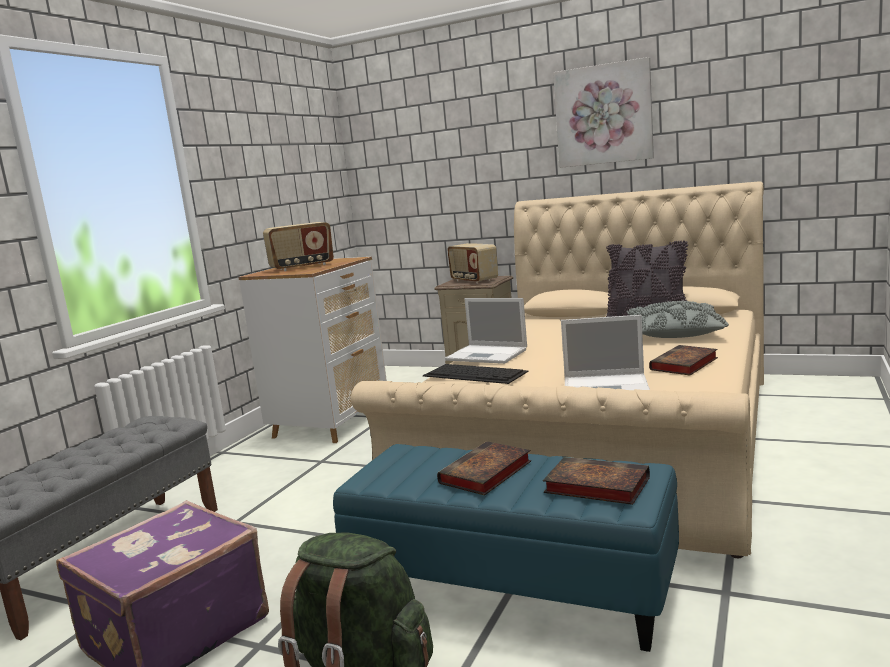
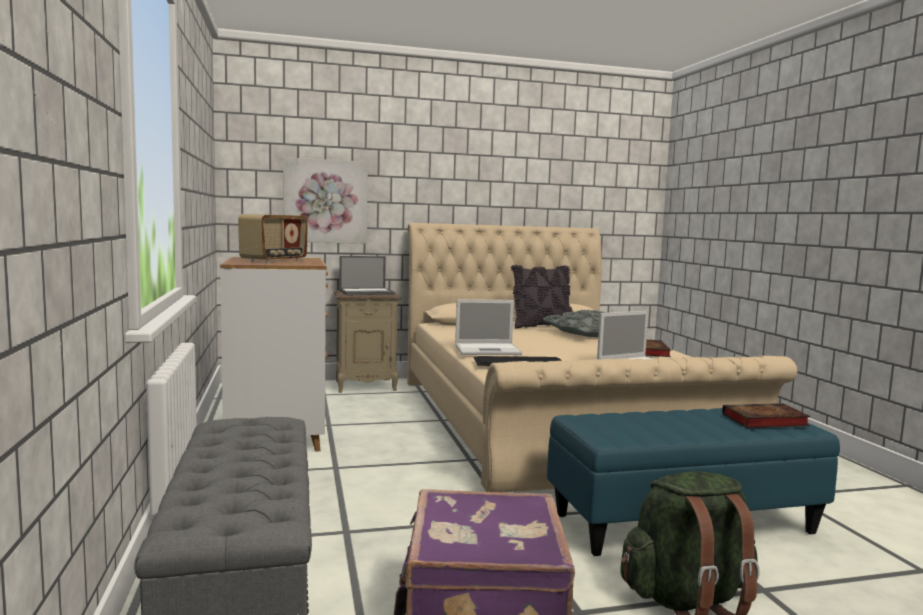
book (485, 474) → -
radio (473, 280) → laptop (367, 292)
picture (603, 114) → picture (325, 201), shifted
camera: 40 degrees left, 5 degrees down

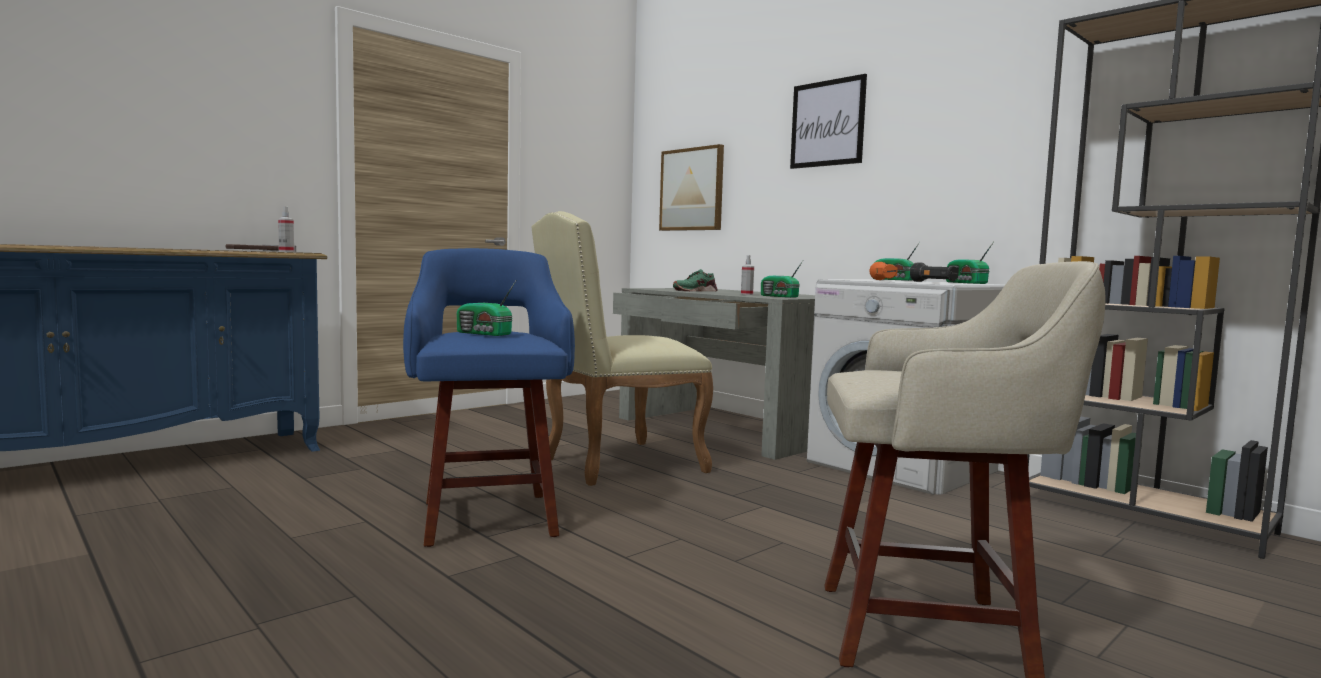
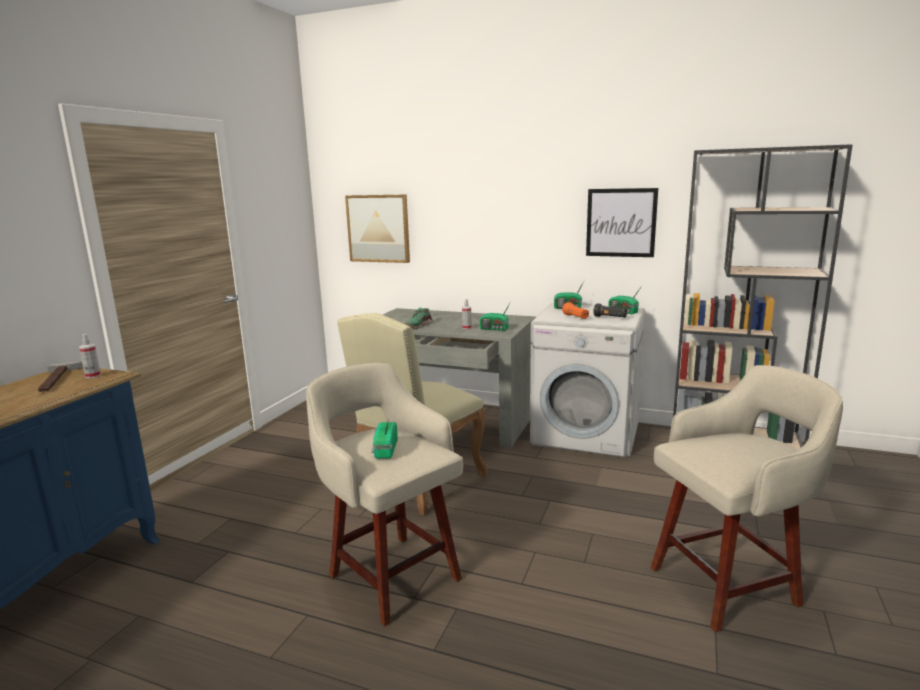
stool (blue) (489, 516) → stool (beige) (391, 574)
radio (484, 334) → radio (385, 450), 90 degrees clockwise
picture (827, 123) → picture (621, 222), shifted
camera: 25 degrees left, 10 degrees up

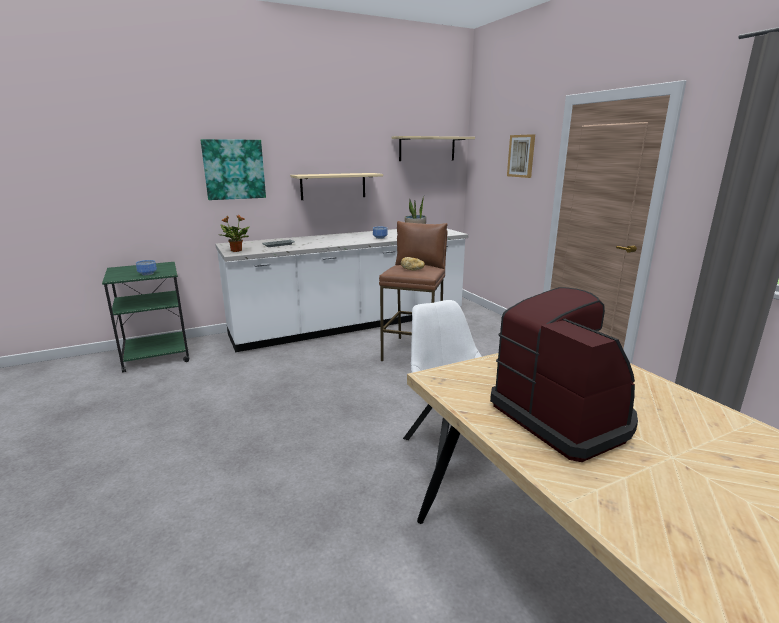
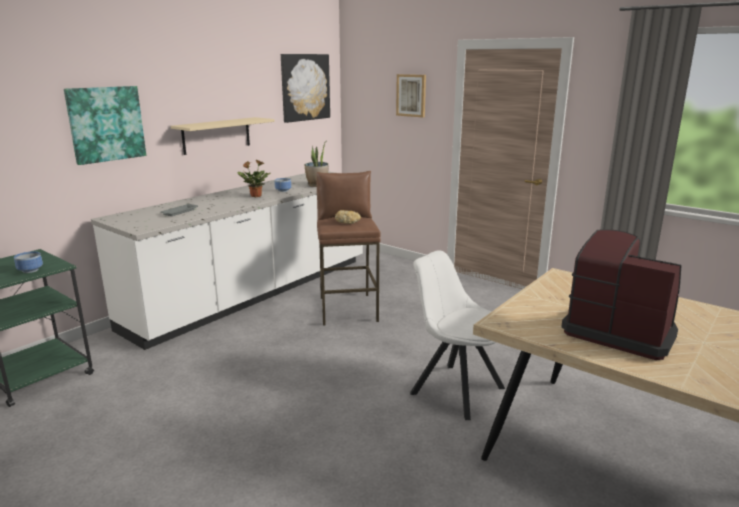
potted plant (236, 251) → potted plant (255, 196), shifted
shelf (beige) (427, 148) → picture (305, 87)
camera: 25 degrees left, 0 degrees up

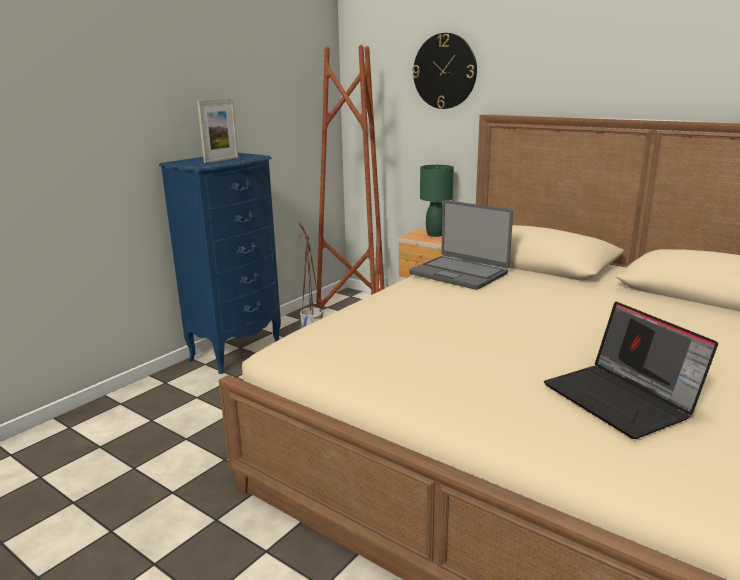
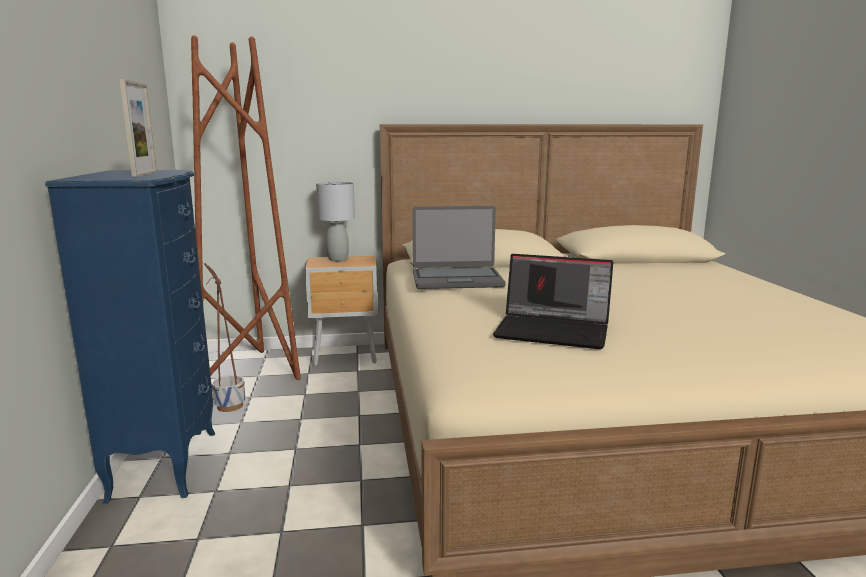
wall clock (444, 71) → -
table lamp (green) (435, 234) → table lamp (grey) (338, 259)
laptop (622, 400) → laptop (554, 330), shifted
camera: 45 degrees left, 5 degrees down

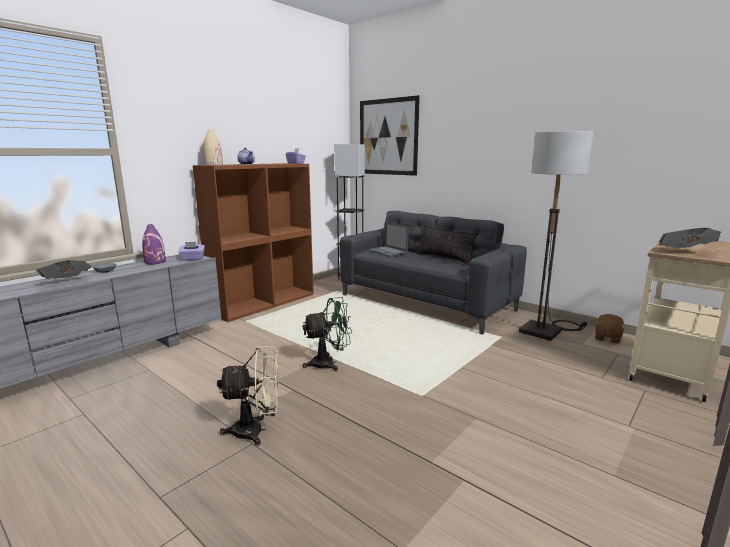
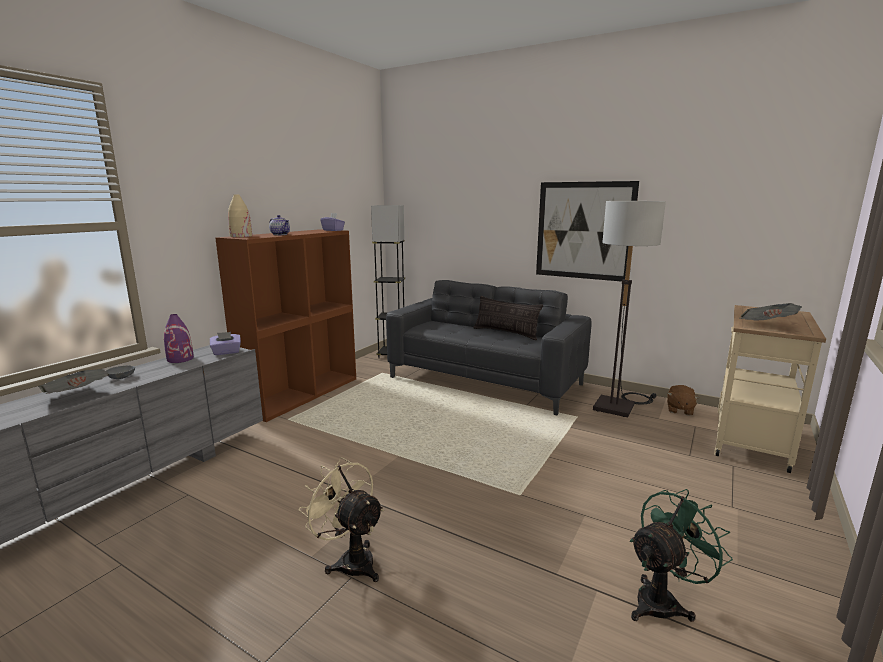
fan (beige) (256, 431) → fan (beige) (350, 560), 120 degrees counterclockwise
fan (green) (329, 363) → fan (green) (663, 601), shifted
picture (388, 137) → picture (584, 231), shifted
laptop (387, 251) → -
camera: 10 degrees left, 0 degrees up

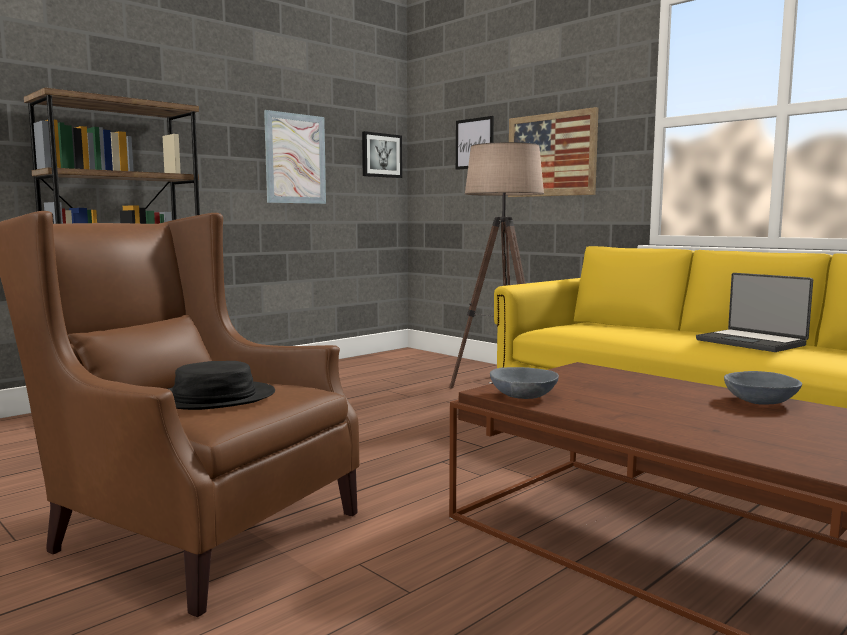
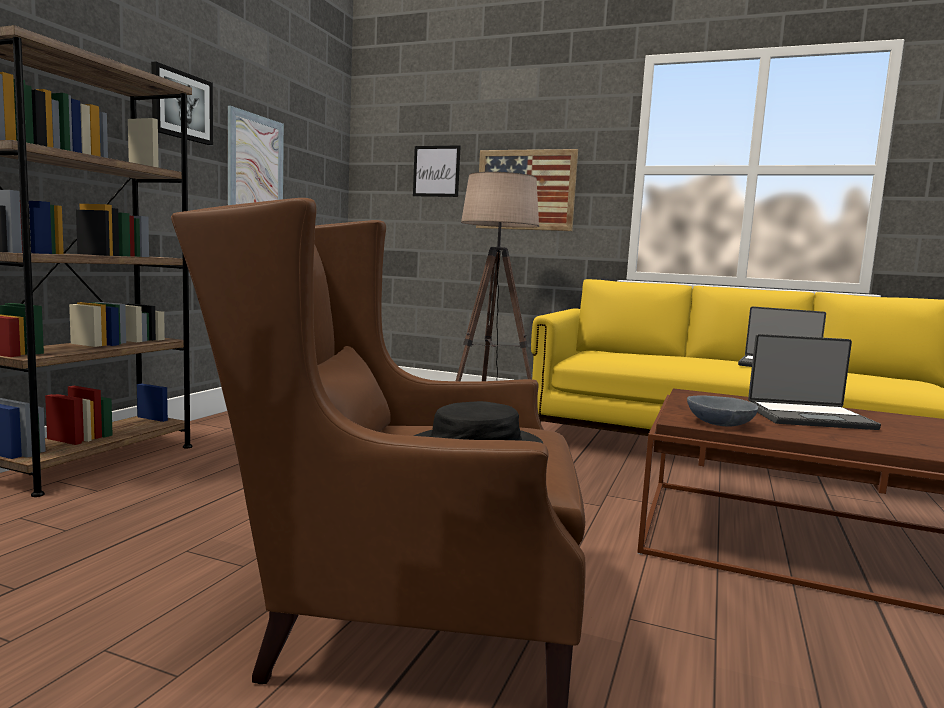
picture (381, 155) → picture (181, 105), shifted
bowl (grey) (761, 402) → -
- → laptop (808, 417)
camera: 25 degrees left, 0 degrees up

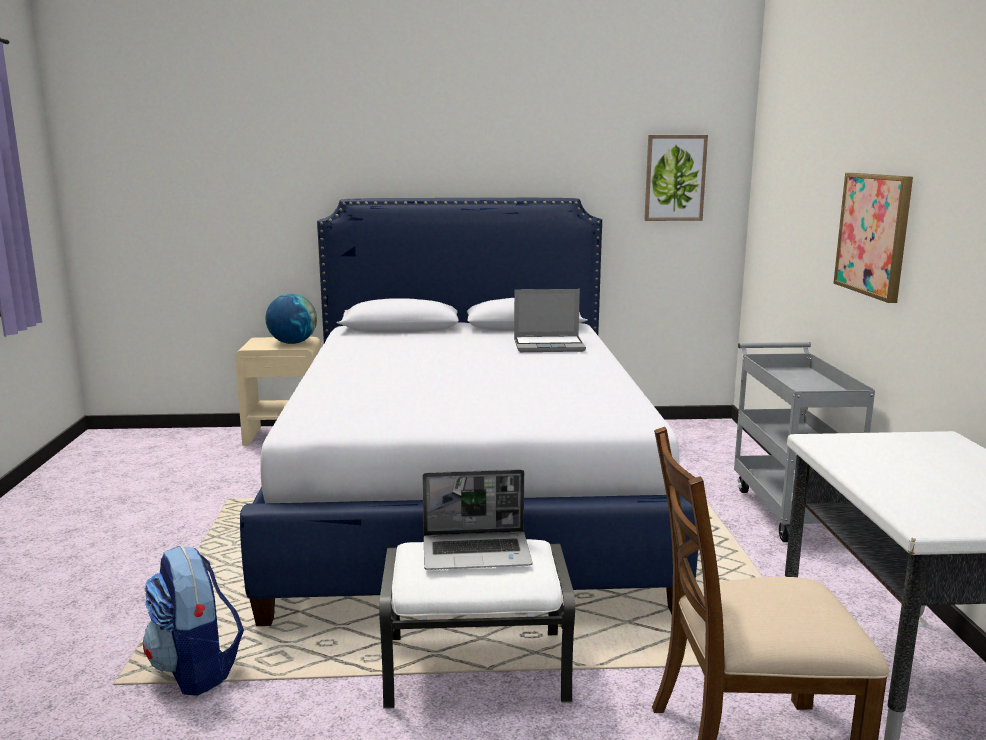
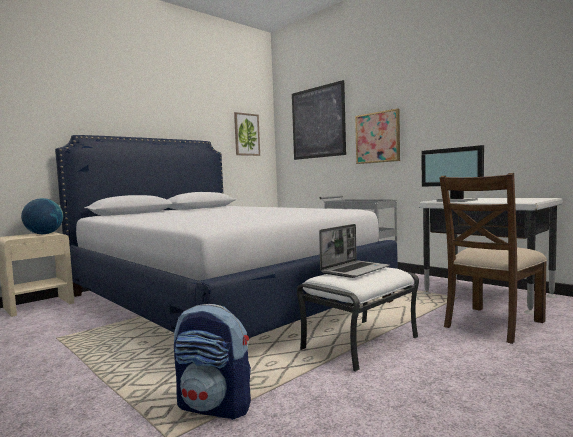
laptop (549, 346) → -
- → picture (318, 122)
- → monitor (456, 201)
camera: 40 degrees left, 10 degrees down

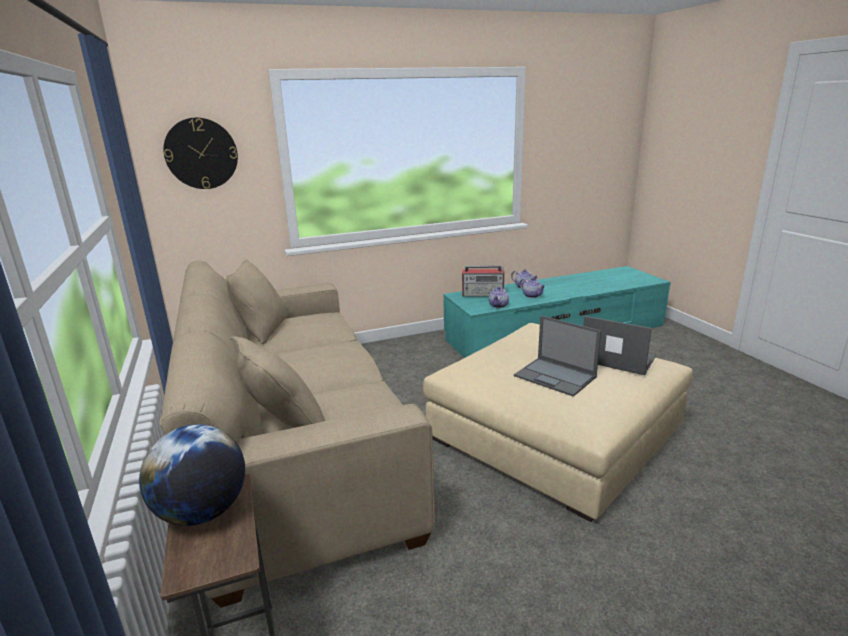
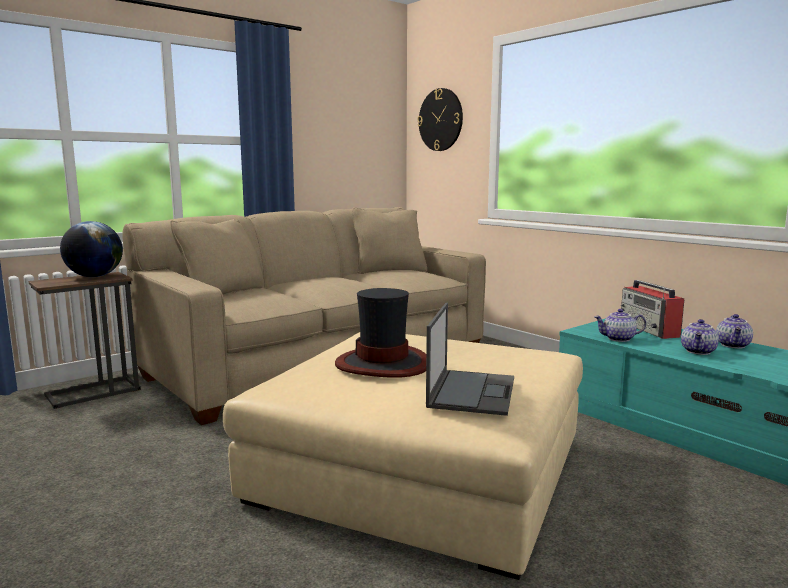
laptop (556, 377) → hat (383, 364)
camera: 70 degrees right, 10 degrees down

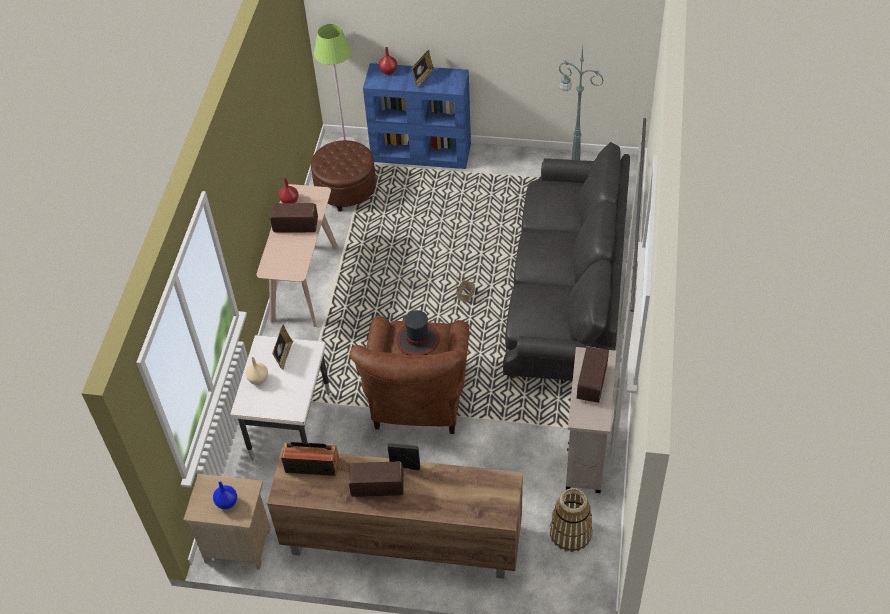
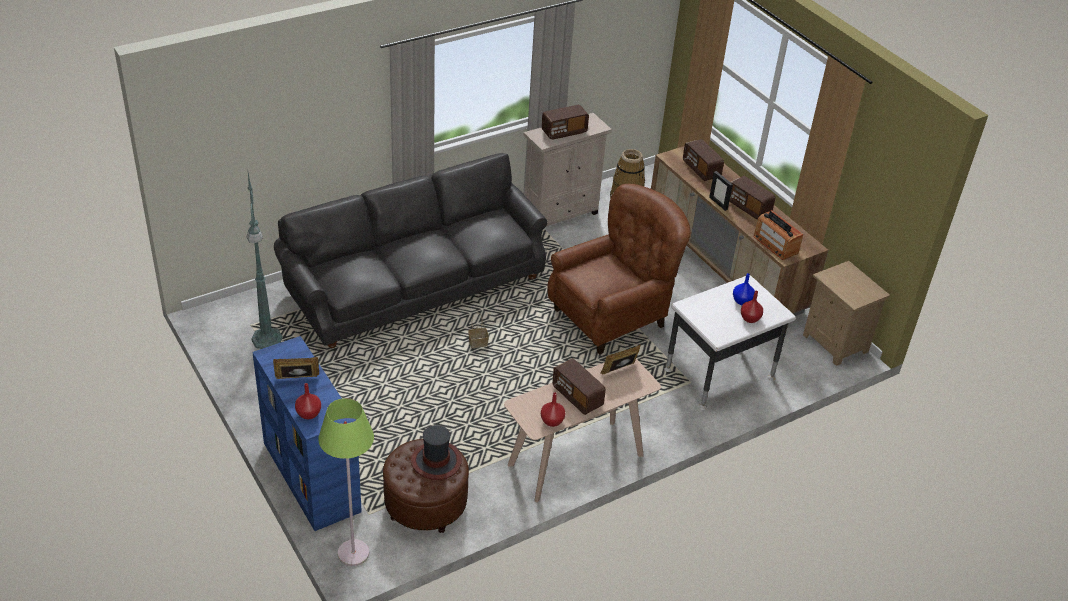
vase (blue) (227, 503) → vase (blue) (741, 301), shifted
vase (beige) (258, 380) → vase (red) (750, 318)
picture frame (284, 356) → picture frame (619, 371), shifted
hat (417, 340) → hat (436, 461), shifted
- → radio (701, 170)
camera: 135 degrees left, 10 degrees down

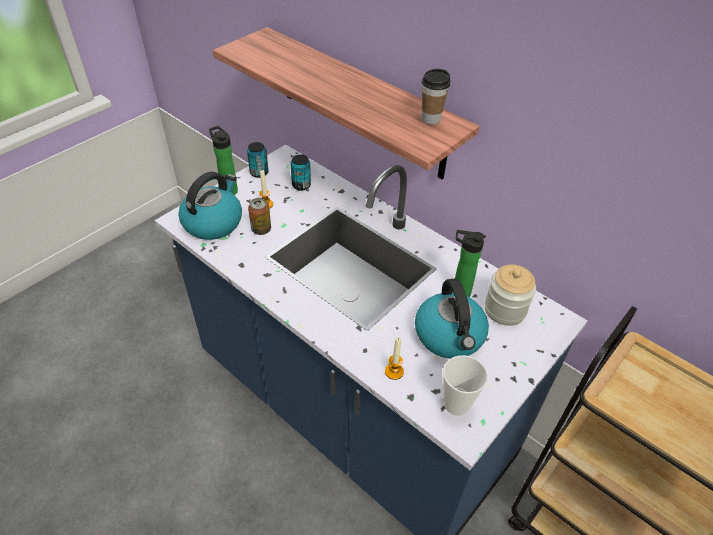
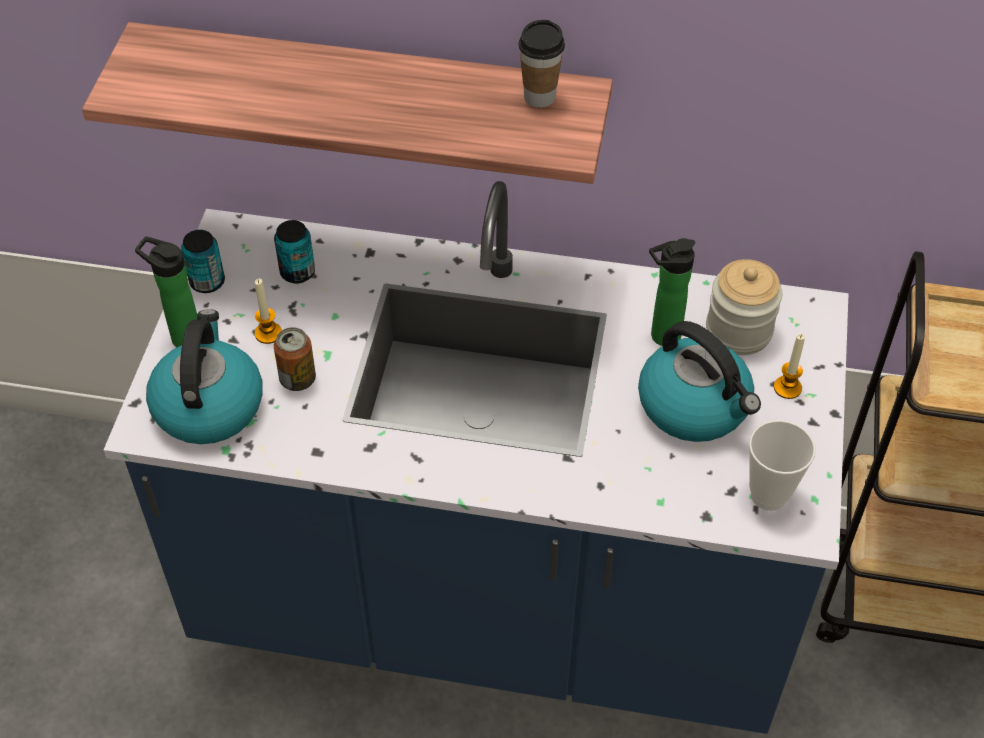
candle (394, 371) → candle (787, 388), shifted
camera: 30 degrees left, 5 degrees up

